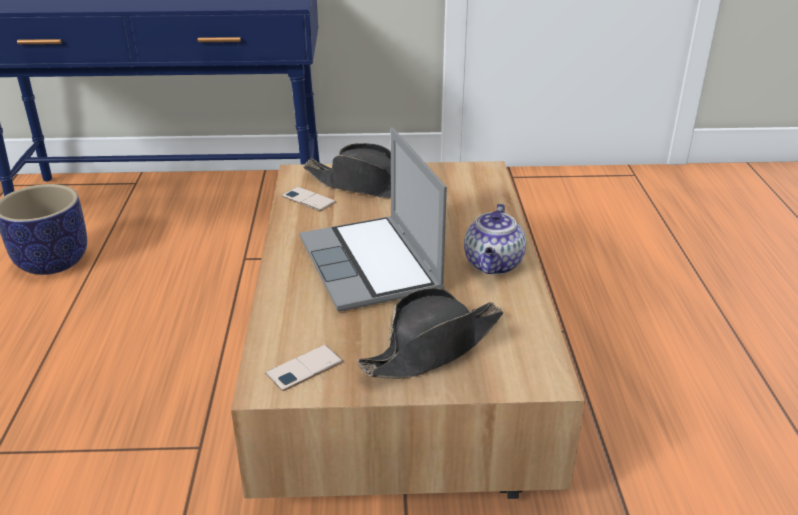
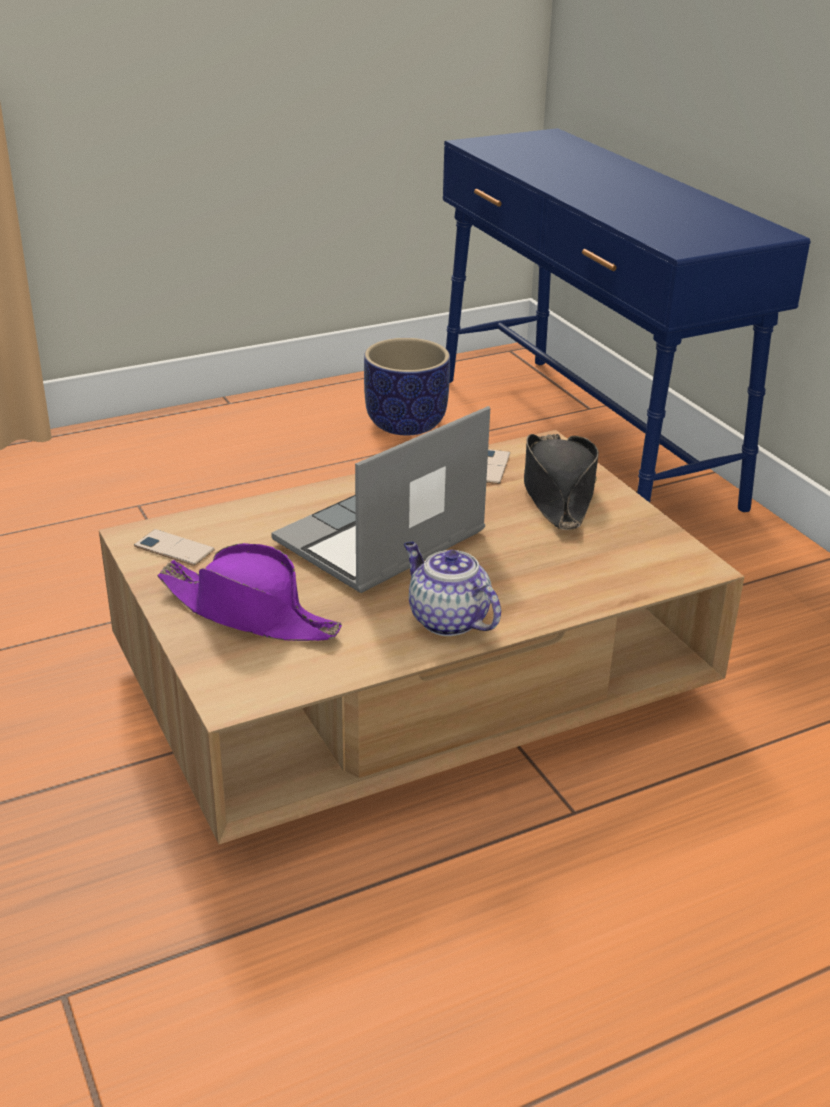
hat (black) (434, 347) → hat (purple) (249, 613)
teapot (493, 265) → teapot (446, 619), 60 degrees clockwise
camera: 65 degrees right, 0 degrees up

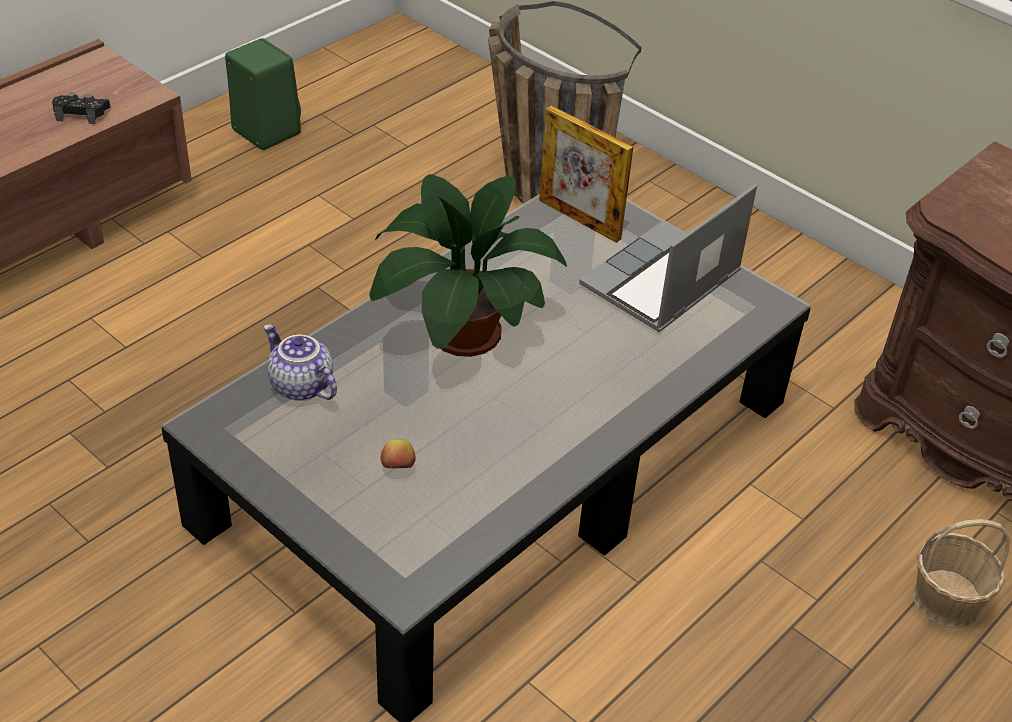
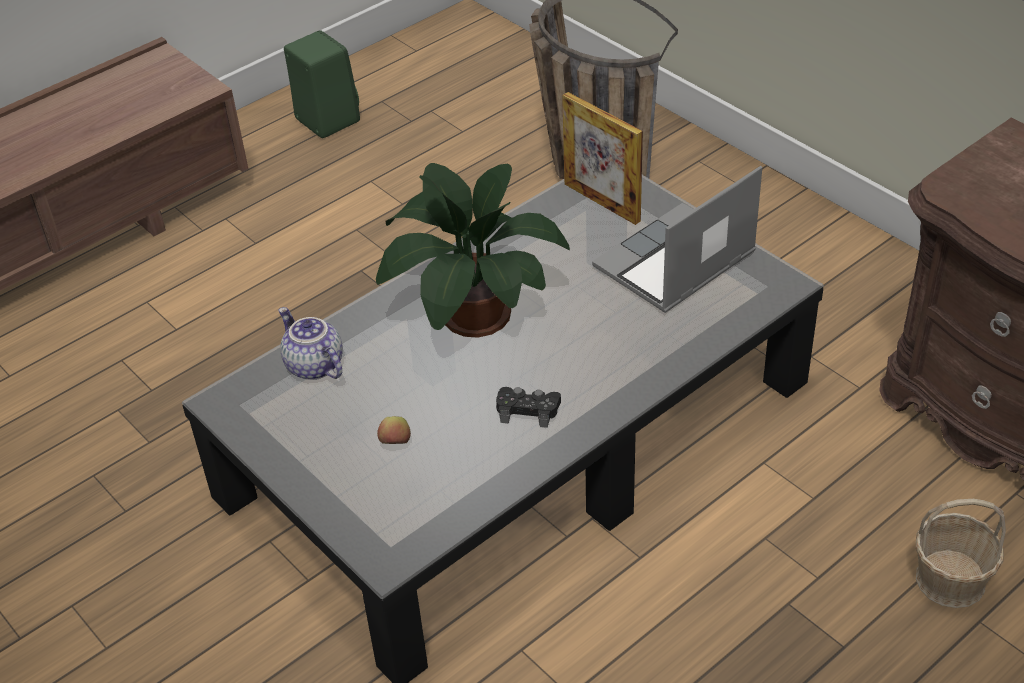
game controller (black) (81, 113) → game controller (black) (528, 410), shifted
camera: 10 degrees right, 0 degrees up

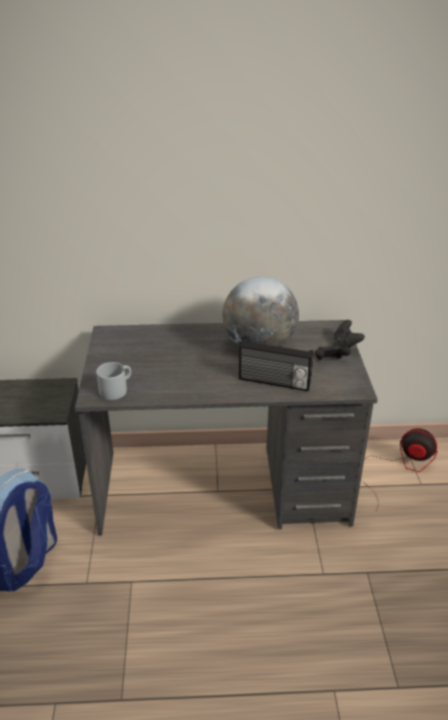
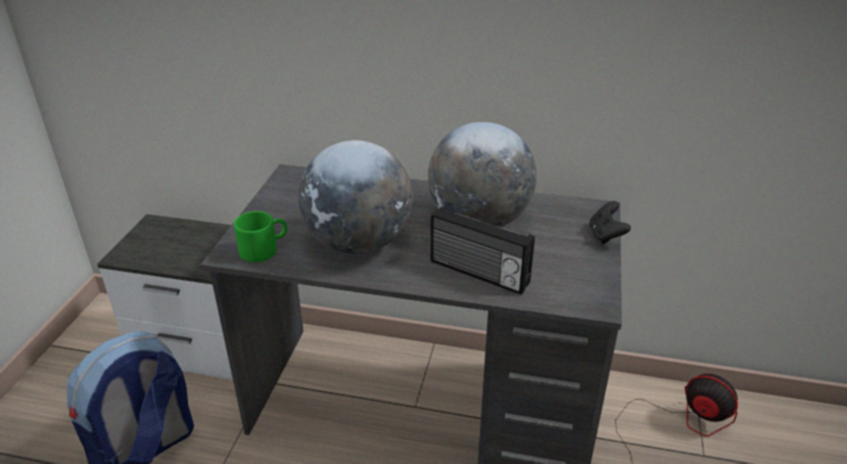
mug (grey) (116, 389) → mug (green) (264, 248)
game controller (black) (330, 361) → -
- → globe (359, 243)
camera: 15 degrees right, 0 degrees up

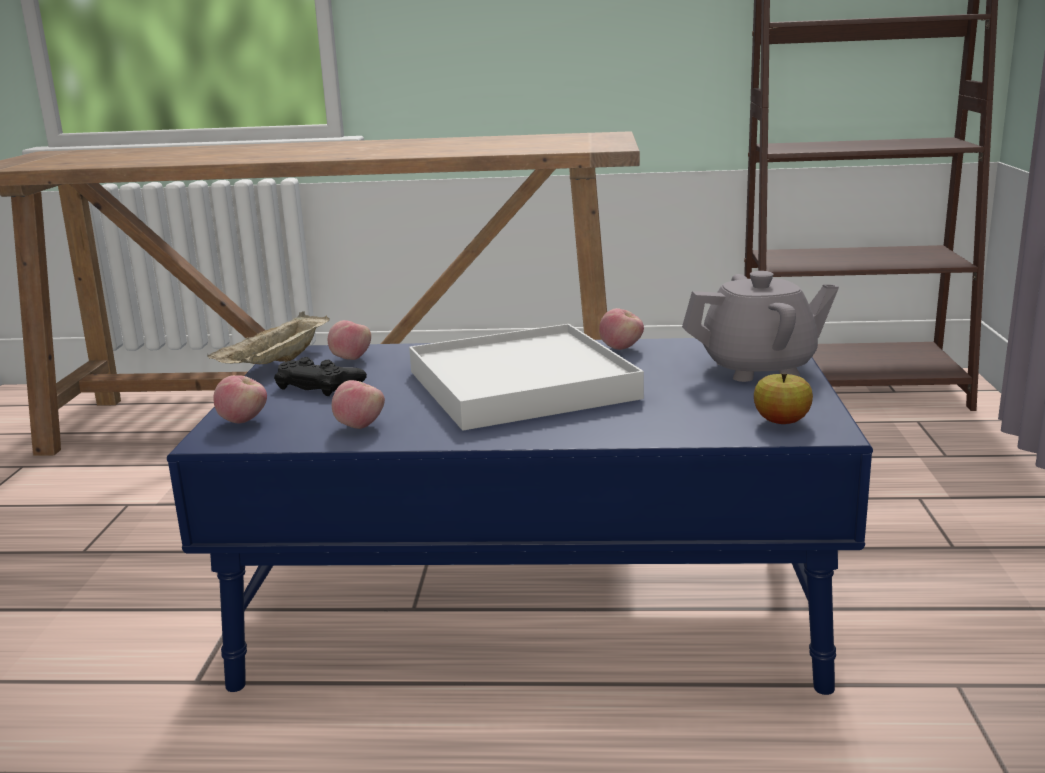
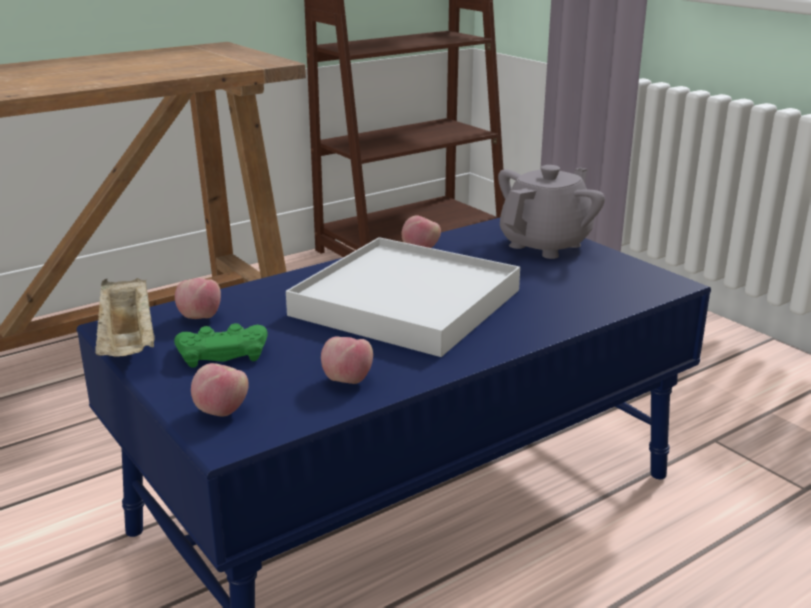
game controller (black) (319, 385) → game controller (green) (222, 352)
apple (781, 421) → -
camera: 40 degrees left, 5 degrees up

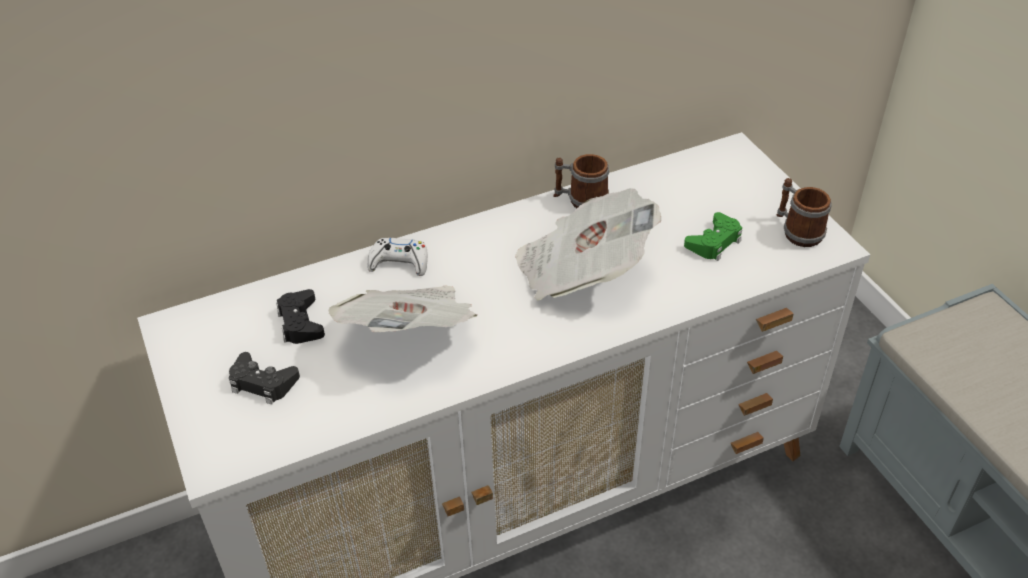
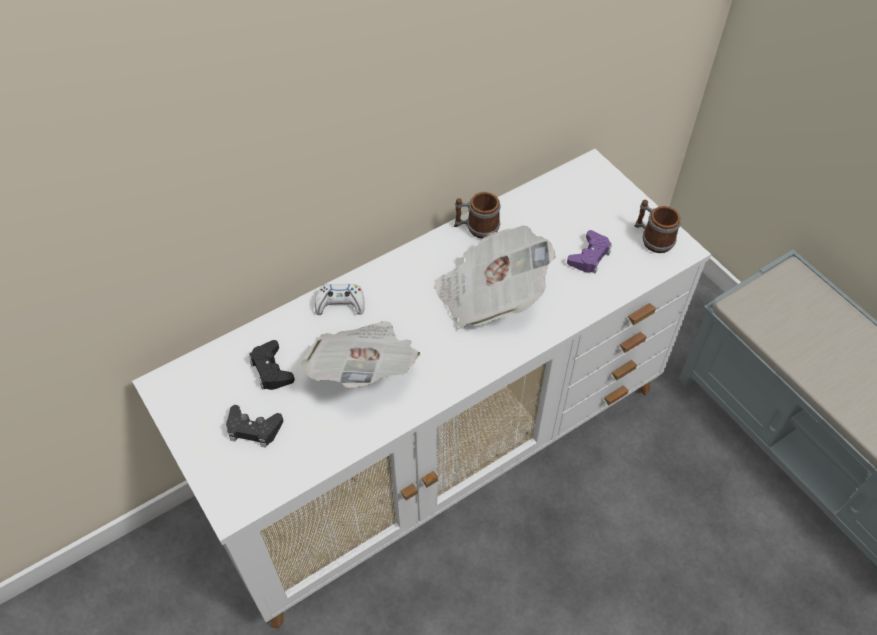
game controller (green) (714, 242) → game controller (purple) (589, 256)
camera: 10 degrees left, 10 degrees up

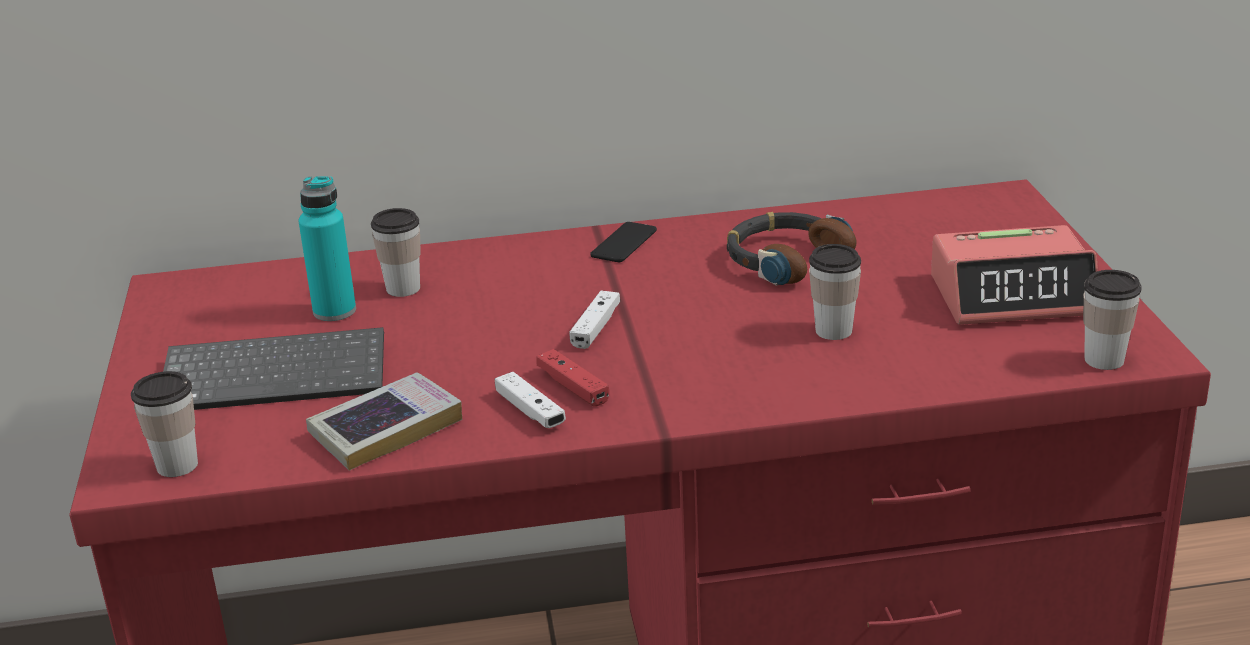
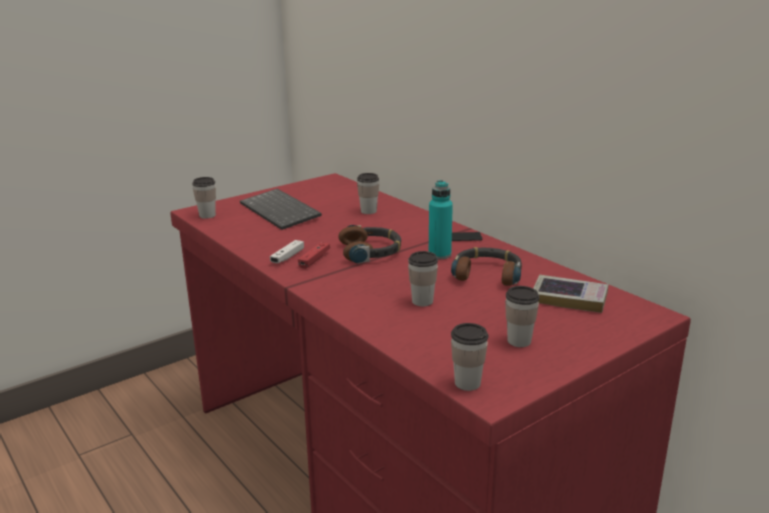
bottle (turquoise) (334, 311) → bottle (turquoise) (439, 255), shifted
book (386, 429) → book (569, 298), shifted
game controller (white) (595, 328) → headphones (371, 251)
alarm clock (1013, 295) → cup (519, 341)
camera: 60 degrees right, 5 degrees down

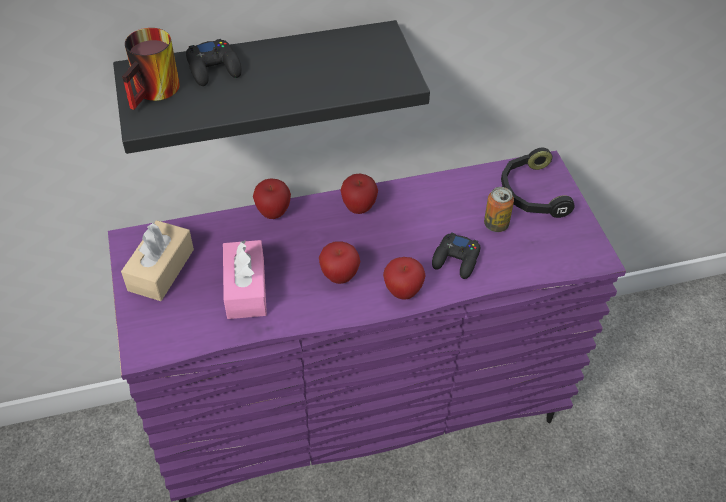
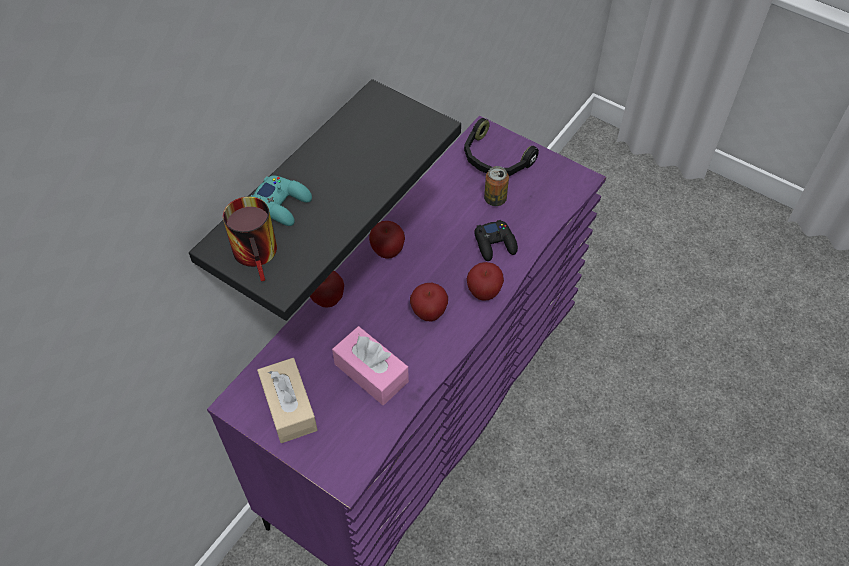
game controller (black) (214, 68) → game controller (turquoise) (282, 204)
camera: 40 degrees left, 5 degrees up

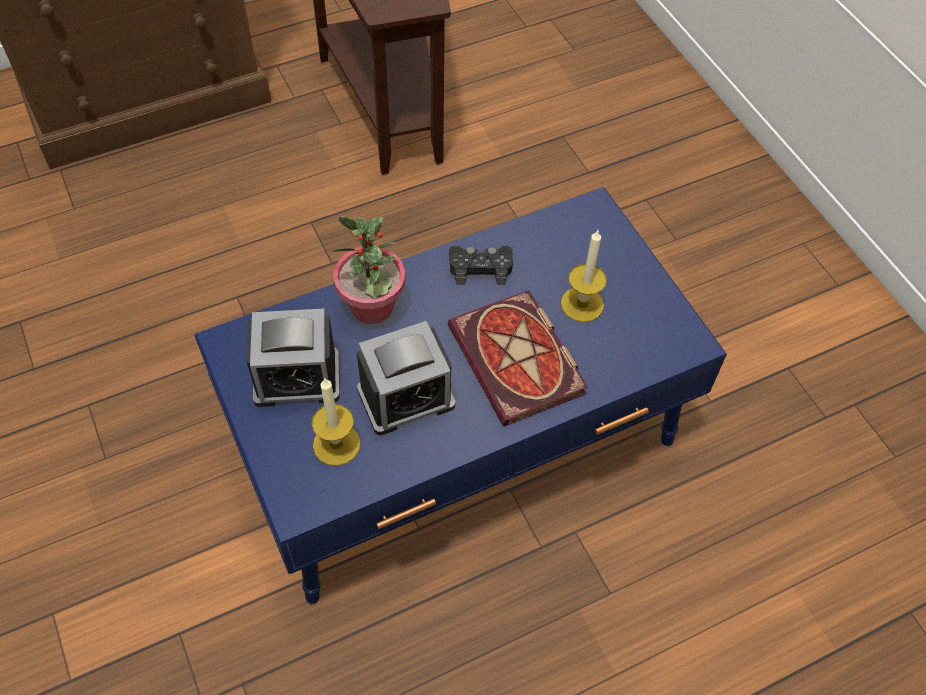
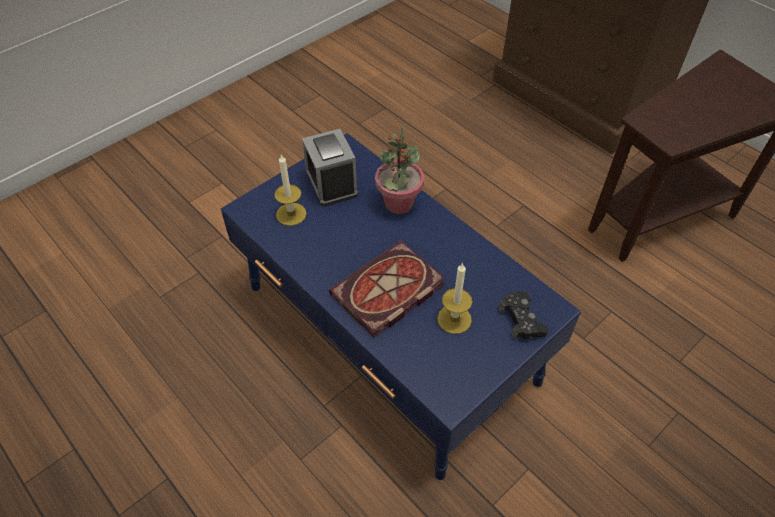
alarm clock (406, 397) → -
game controller (black) (480, 268) → game controller (black) (521, 320), shifted
camera: 75 degrees right, 5 degrees down

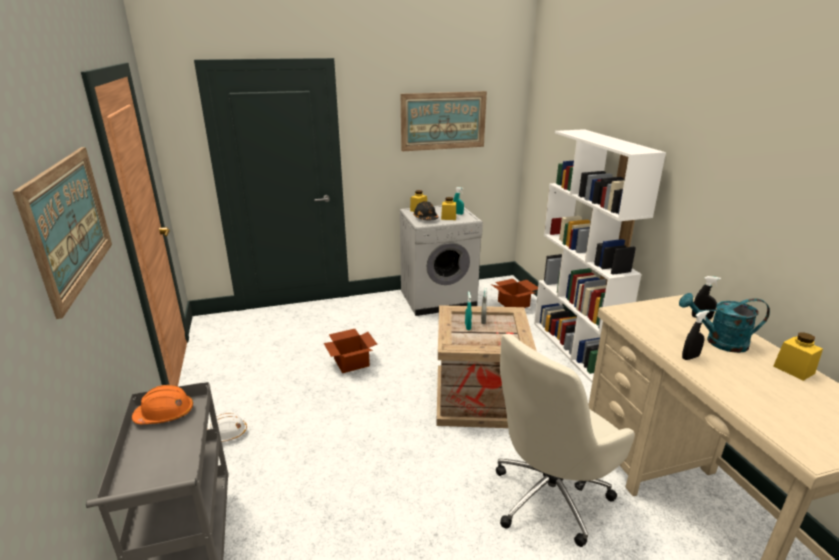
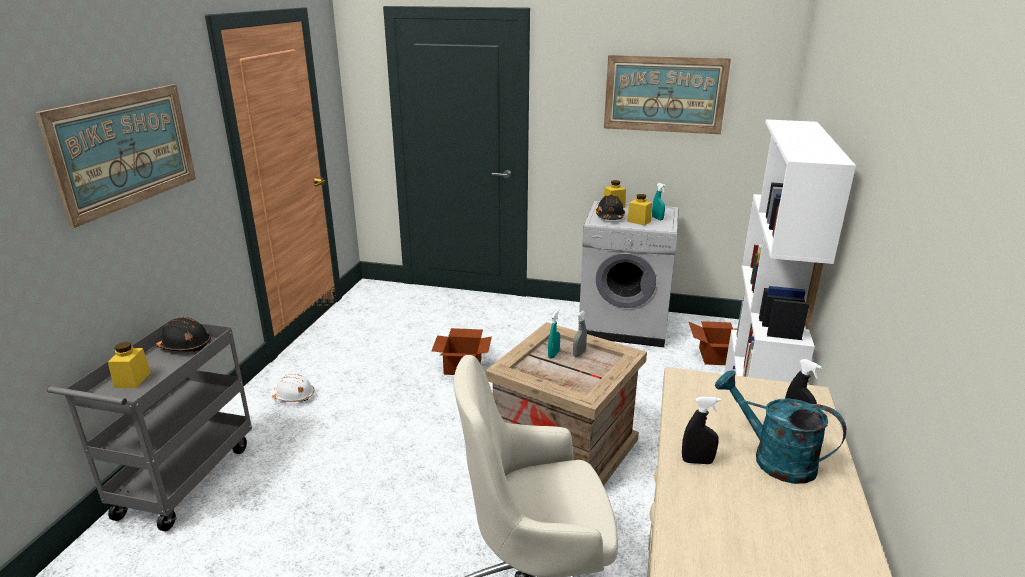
hard hat (orange) (165, 414) → hard hat (black) (185, 345)
jar (yellow) (793, 370) → jar (yellow) (132, 380), shifted
camera: 30 degrees right, 0 degrees up

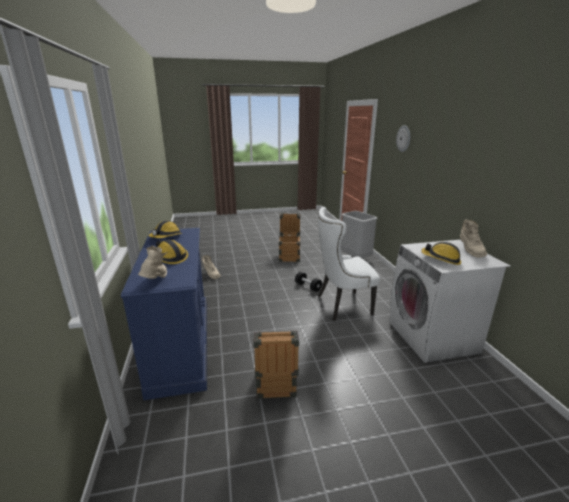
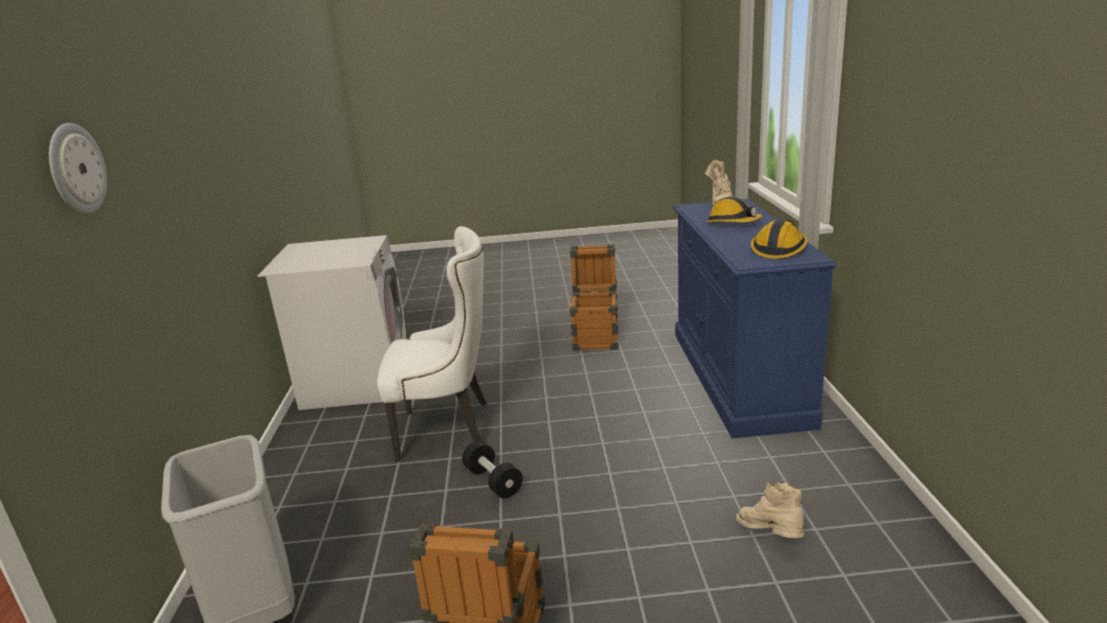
hard hat (441, 259) → -
boot (beige) (469, 251) → -
camera: 170 degrees left, 0 degrees up

